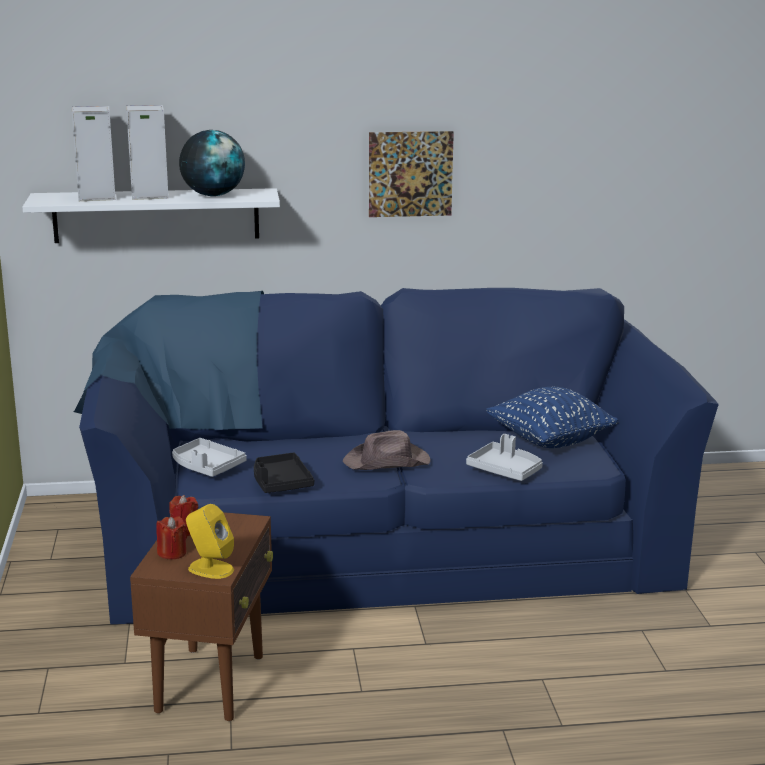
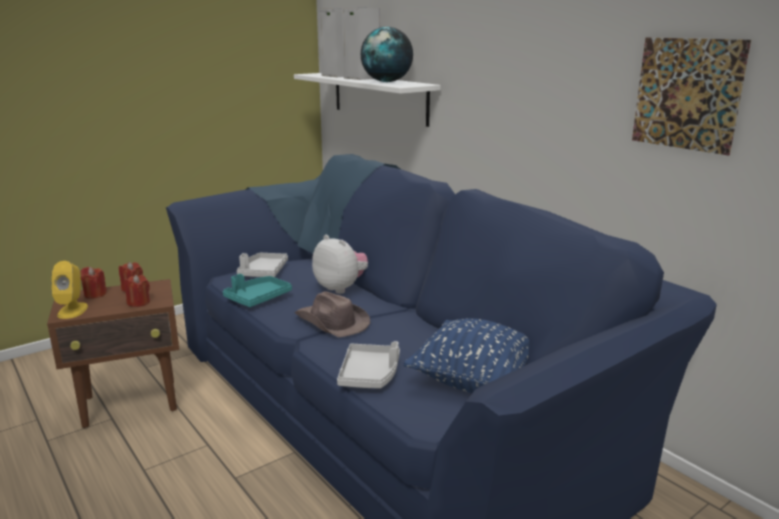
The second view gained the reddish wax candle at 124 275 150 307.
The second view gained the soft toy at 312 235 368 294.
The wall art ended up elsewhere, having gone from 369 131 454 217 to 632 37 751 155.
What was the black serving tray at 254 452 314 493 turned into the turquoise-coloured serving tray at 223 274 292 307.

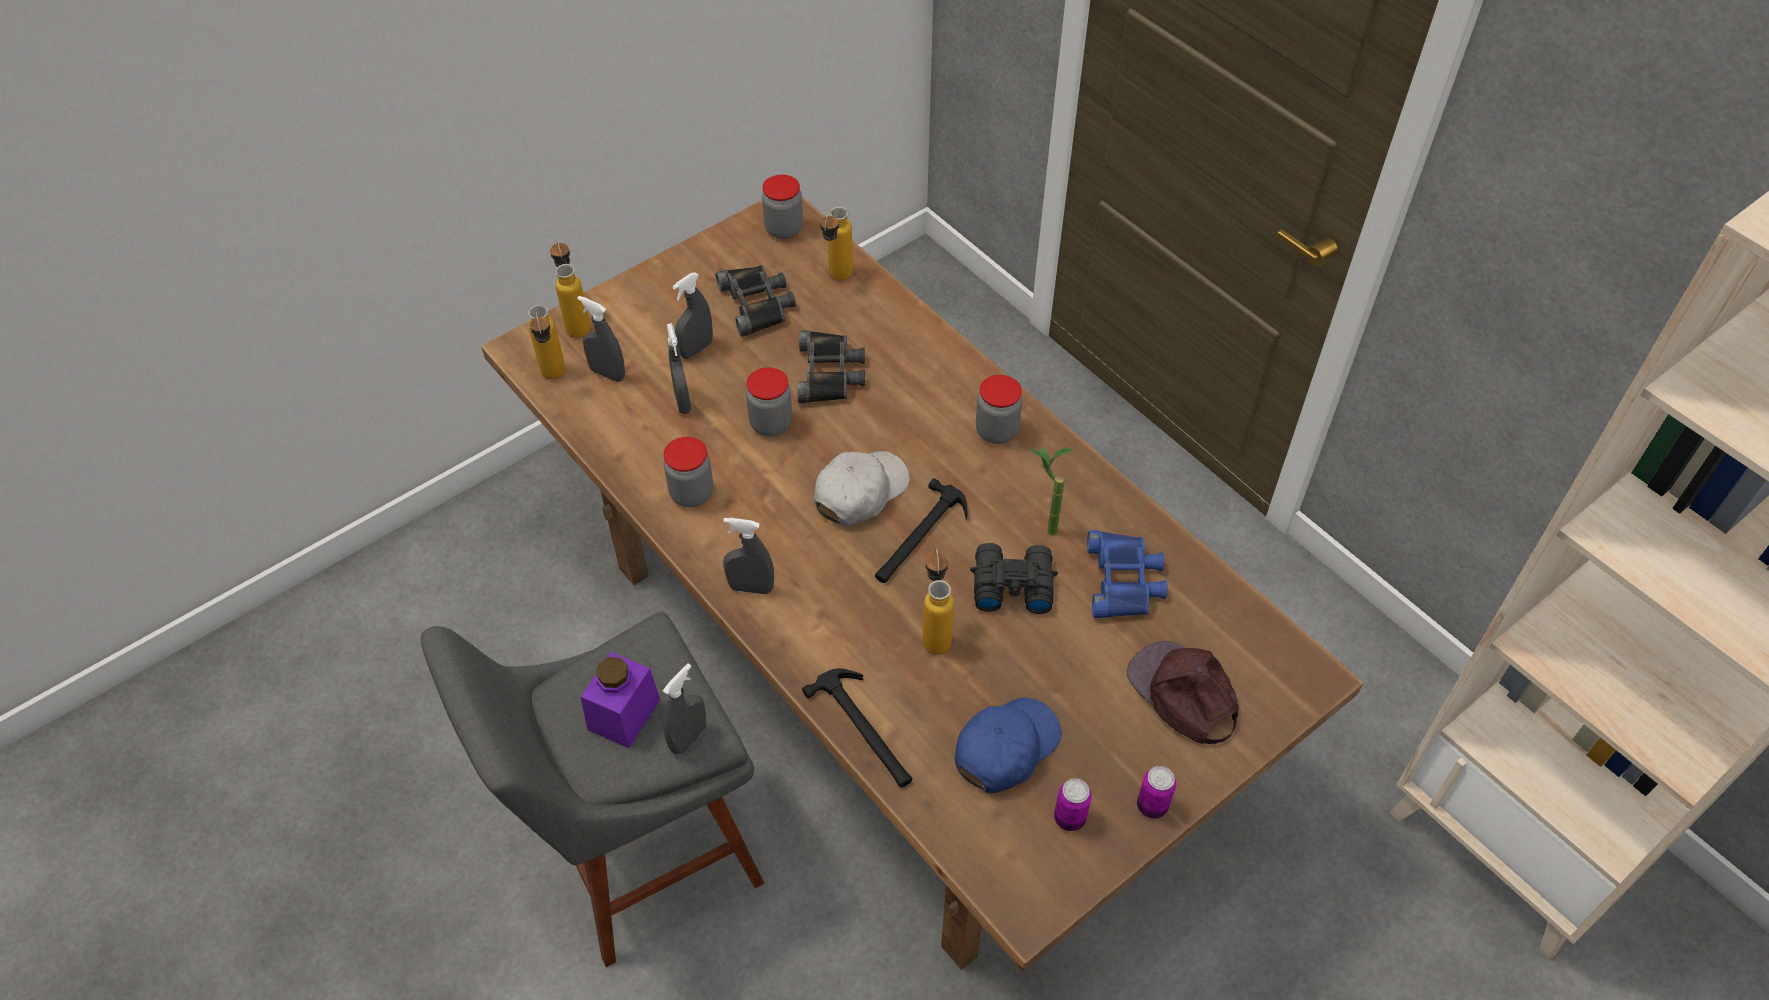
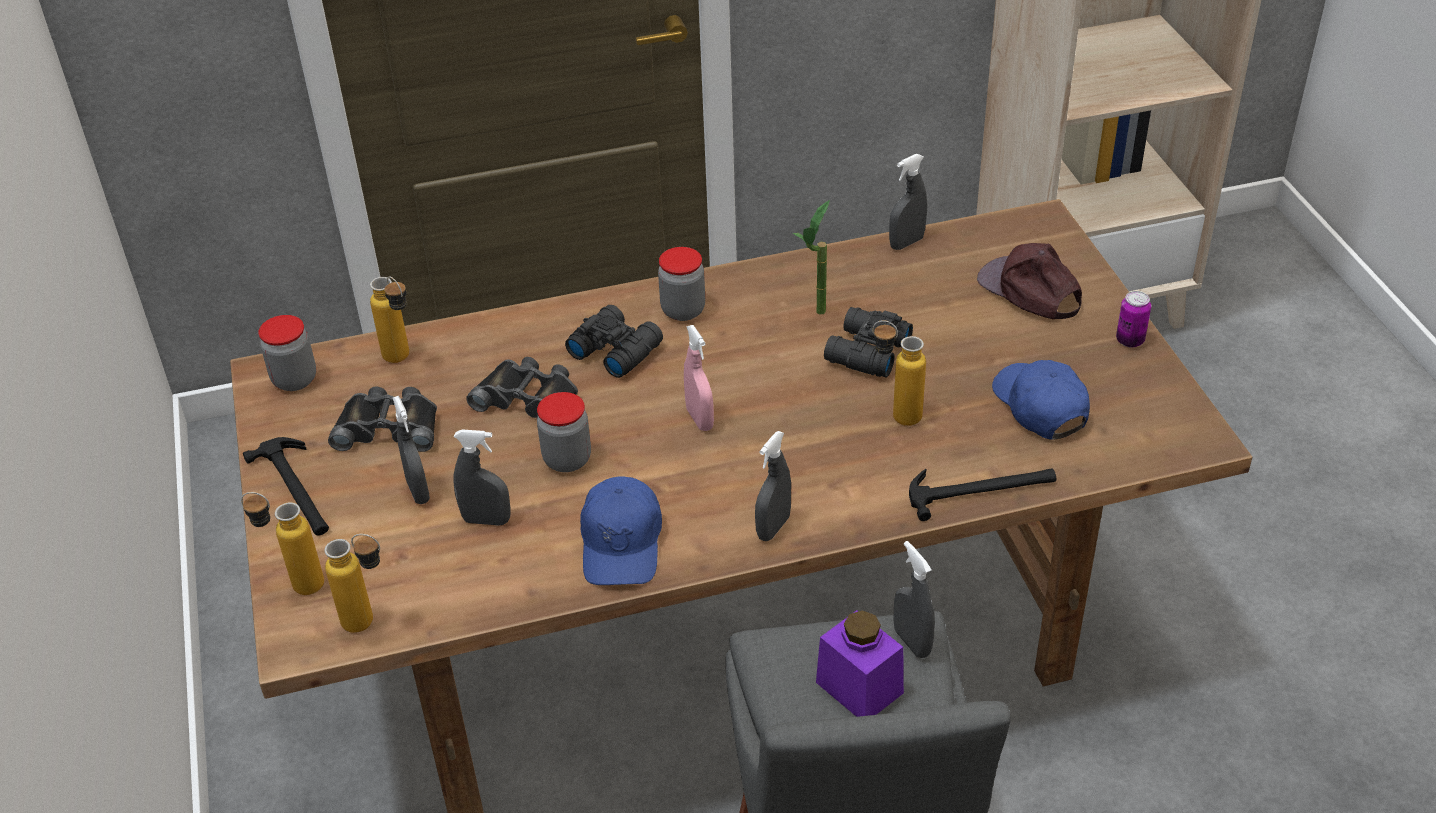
The second view lost the sealed can at 1054 778 1092 831.
The second view lost the blue-coloured binoculars at 1087 530 1168 618.
The second view gained the black binoculars at 565 305 663 378.
The gray spray bottle ended up elsewhere, having gone from 577 296 625 382 to 889 154 927 250.
The hand hammer ended up elsewhere, having gone from 875 478 967 583 to 243 437 329 535.
Where the preserve jar stood at 664 437 713 507, the blue-coloured peaked cap came to stand at 580 476 662 585.
Where the white-coloured peaked cap stood at 814 451 910 526, the pinkish spray bottle came to stand at 684 325 714 431.
The brownish peaked cap at 1127 641 1239 744 ended up facing another way, 60 degrees clockwise from before.

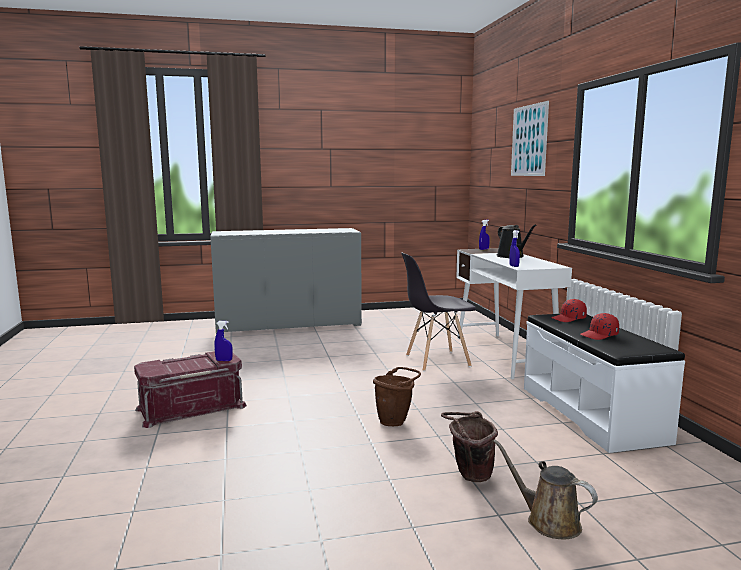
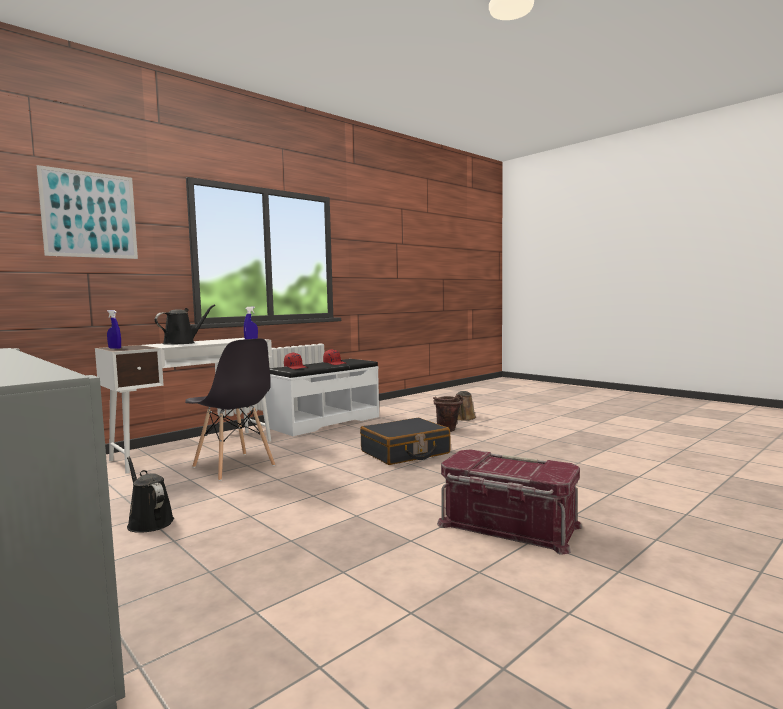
The second view lost the blue-coloured spray bottle at 214 321 233 361.
The second view gained the black watering can at 127 457 174 533.
Where the brownish pail stood at 373 367 421 426, the black piece of luggage came to stand at 360 418 451 465.

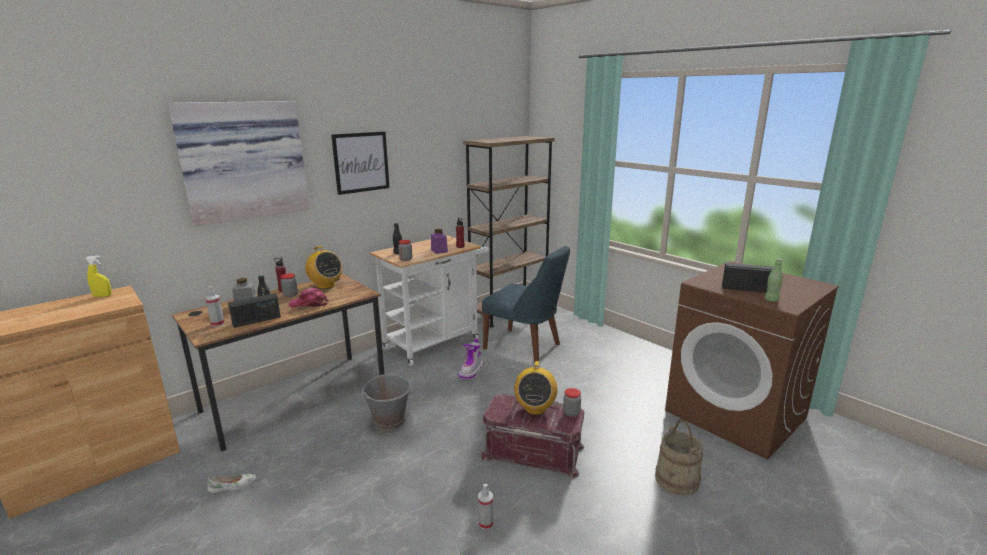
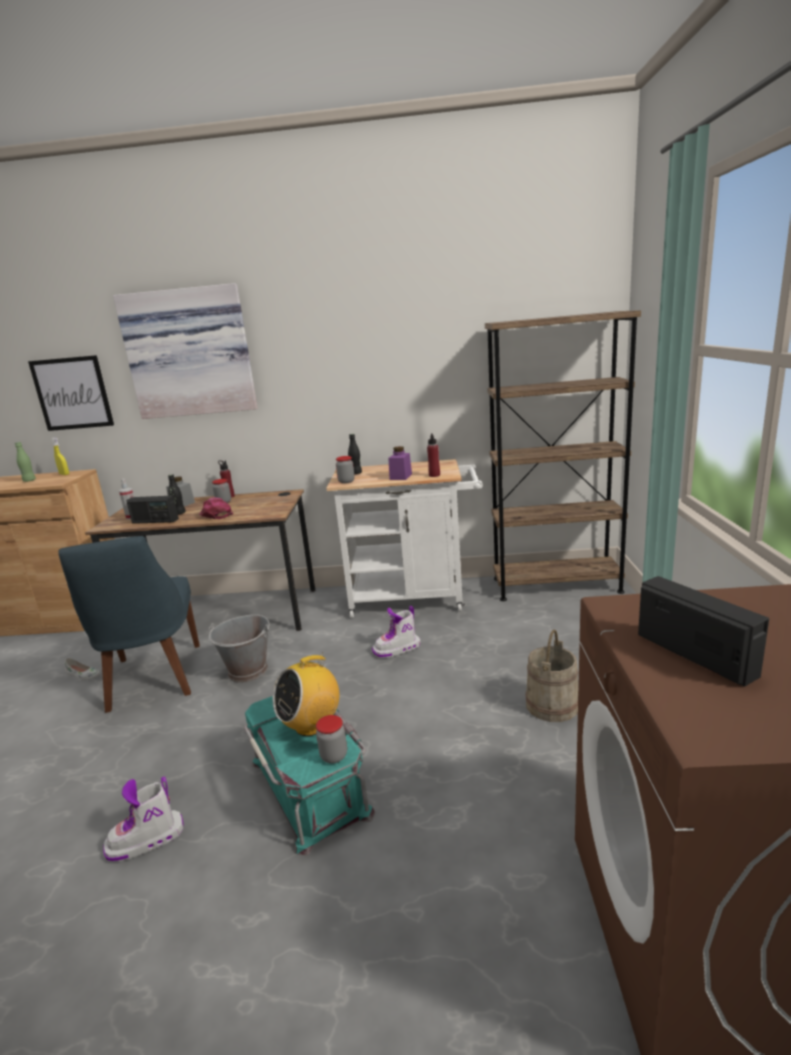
The second view lost the radio at 304 246 342 289.
The wall art ended up elsewhere, having gone from 331 132 390 195 to 28 355 114 431.
The blue-coloured upright chair ended up elsewhere, having gone from 482 246 570 364 to 58 536 200 713.
The sand-coloured pail ended up elsewhere, having gone from 655 419 703 495 to 525 629 578 722.
The green-coloured beverage bottle ended up elsewhere, having gone from 765 259 783 302 to 15 442 36 482.
Where the spray bottle stood at 478 484 493 530, the tall boot came to stand at 103 777 184 862.
What was the reddish storage box at 481 394 584 478 turned into the turquoise-coloured storage box at 244 696 375 856.

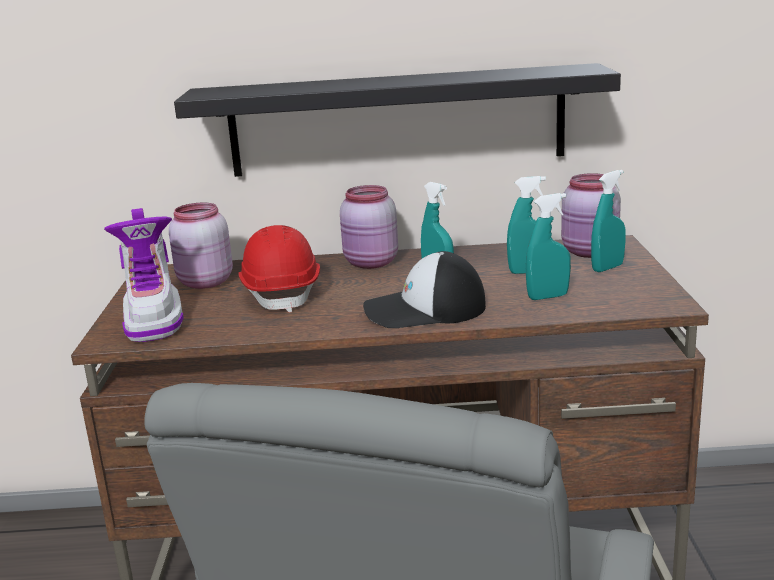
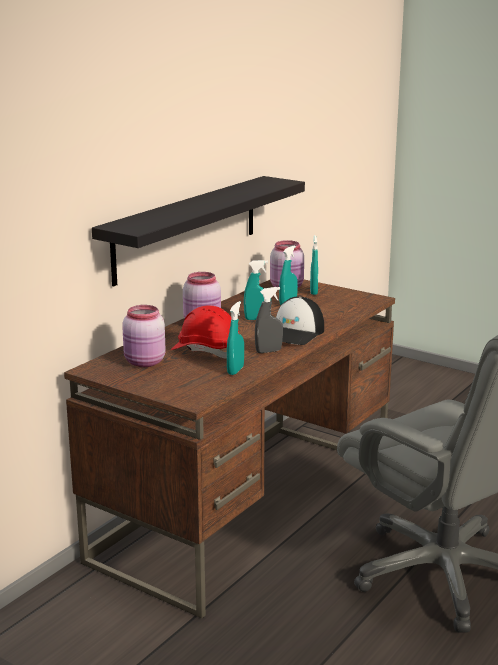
The second view lost the tall boot at 104 208 184 342.
The second view gained the gray spray bottle at 255 287 283 353.
The turquoise-coloured spray bottle ended up elsewhere, having gone from 526 193 571 300 to 227 301 244 375.

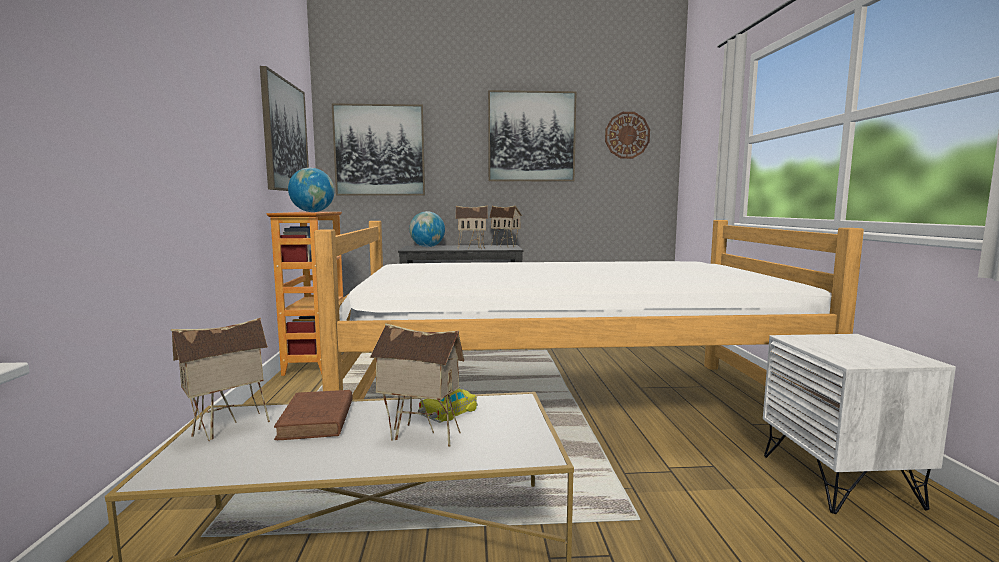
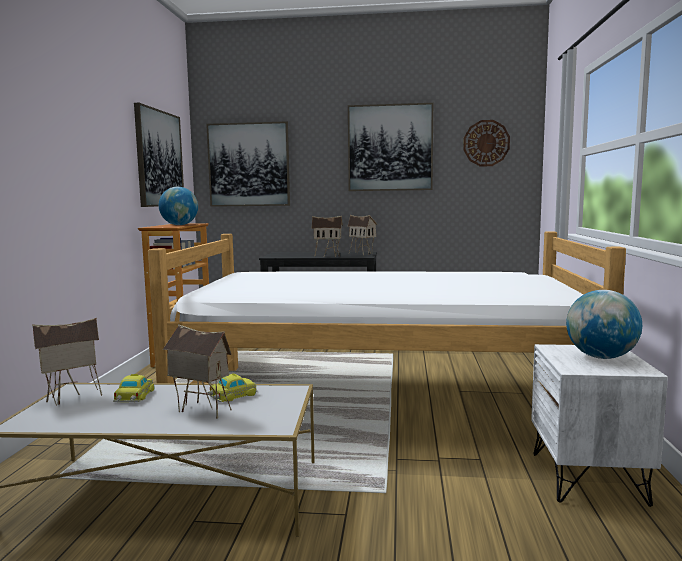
The world globe ended up elsewhere, having gone from 409 211 445 247 to 566 290 642 359.
Where the brownish bound book stood at 274 390 353 440, the miniature car came to stand at 113 374 154 402.

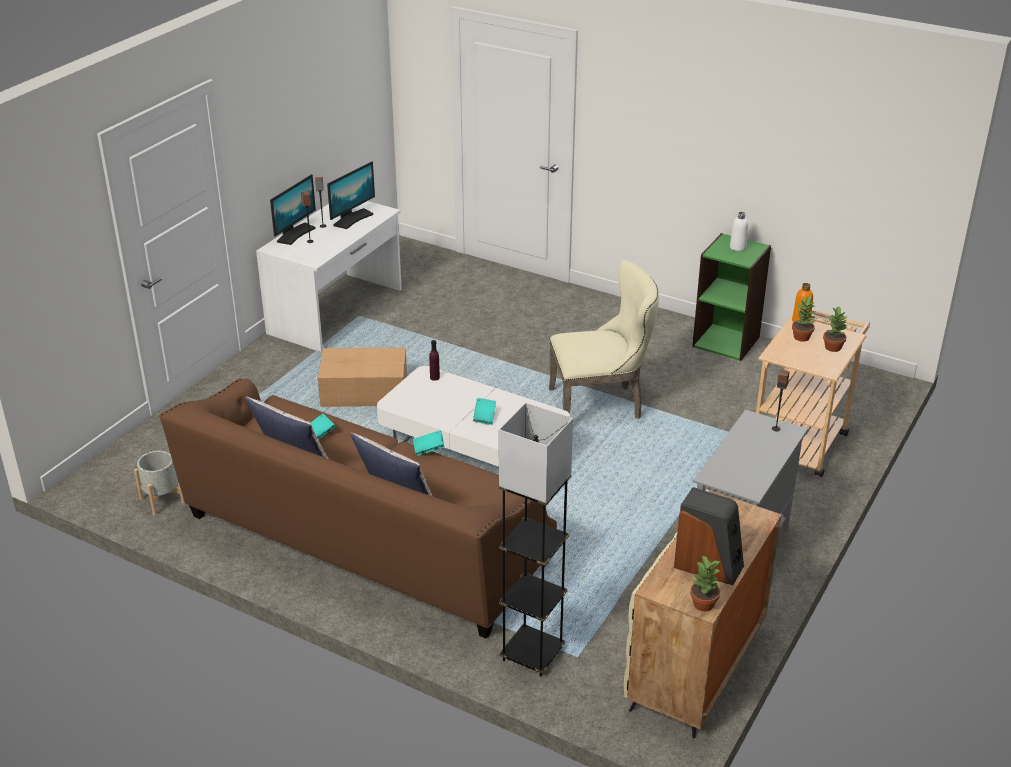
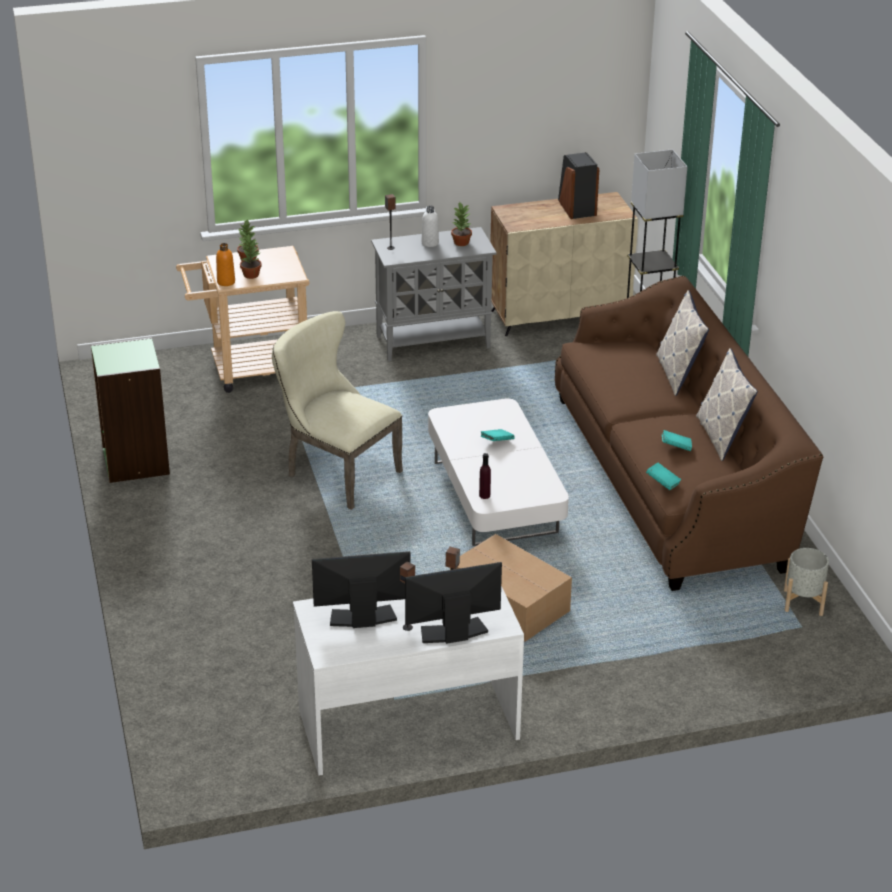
The turquoise-coloured bound book ended up elsewhere, having gone from 413 430 445 456 to 646 463 681 490.
The plant in a pot ended up elsewhere, having gone from 690 556 720 611 to 451 202 472 246.
The white-coloured beverage bottle ended up elsewhere, having gone from 730 212 748 251 to 421 205 439 247.

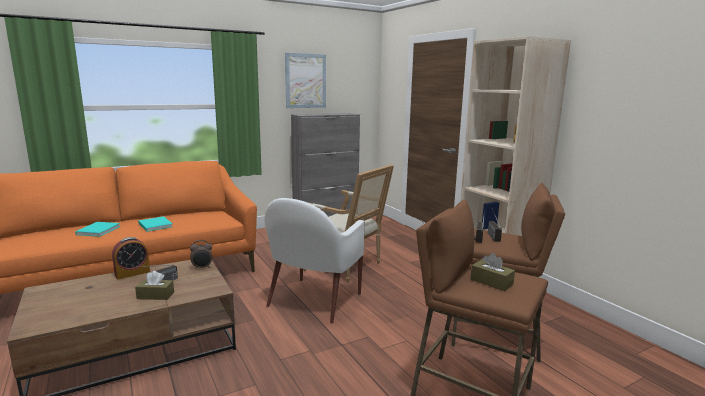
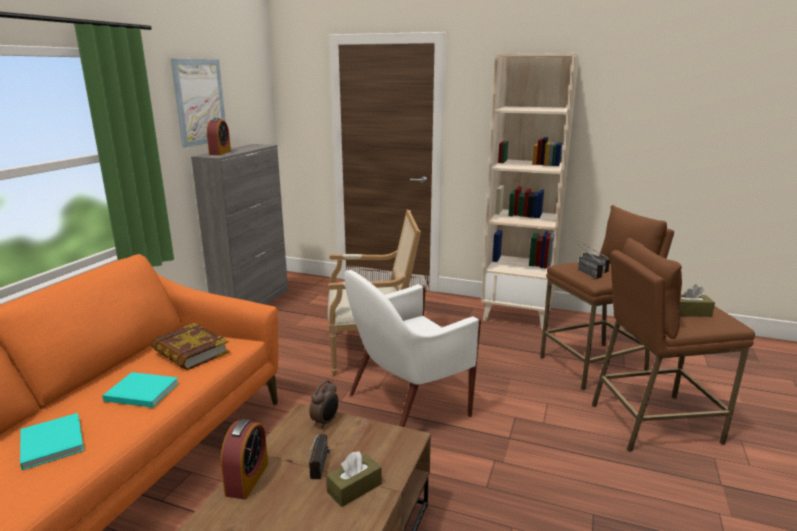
The second view gained the bound book at 151 323 229 370.
The second view gained the alarm clock at 207 118 231 155.
The white-coloured easy chair at 264 198 365 324 ended up facing another way, 75 degrees clockwise from before.

